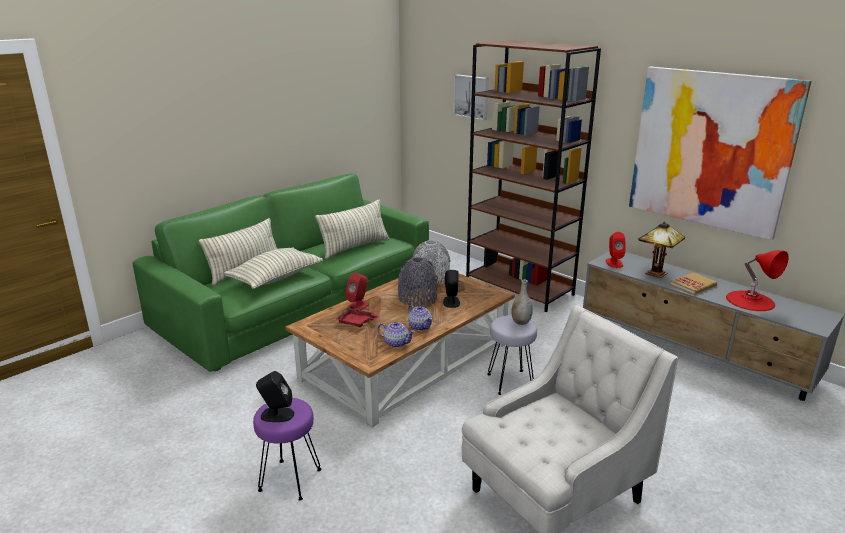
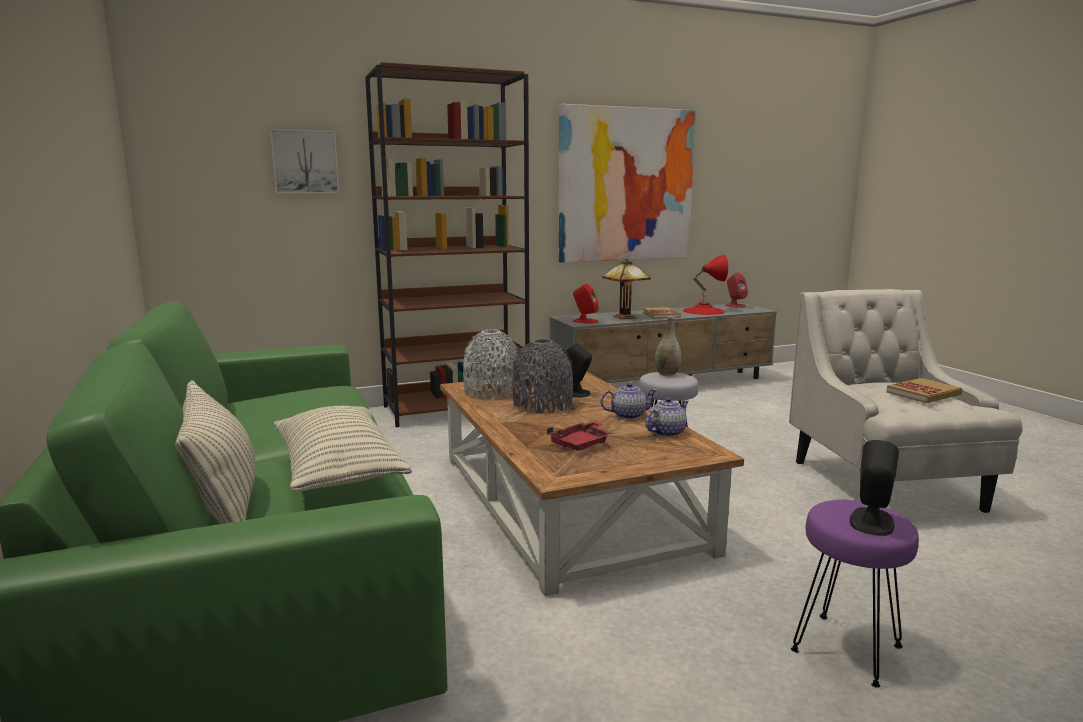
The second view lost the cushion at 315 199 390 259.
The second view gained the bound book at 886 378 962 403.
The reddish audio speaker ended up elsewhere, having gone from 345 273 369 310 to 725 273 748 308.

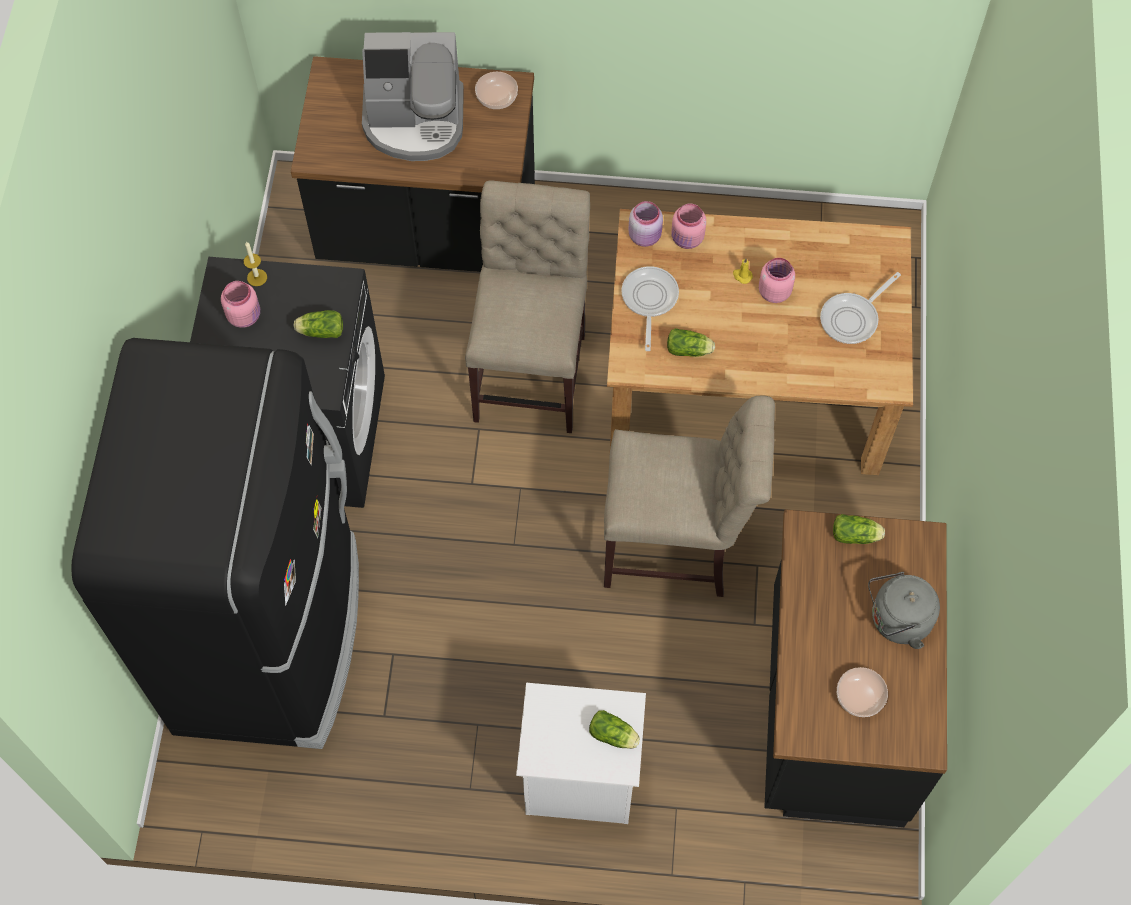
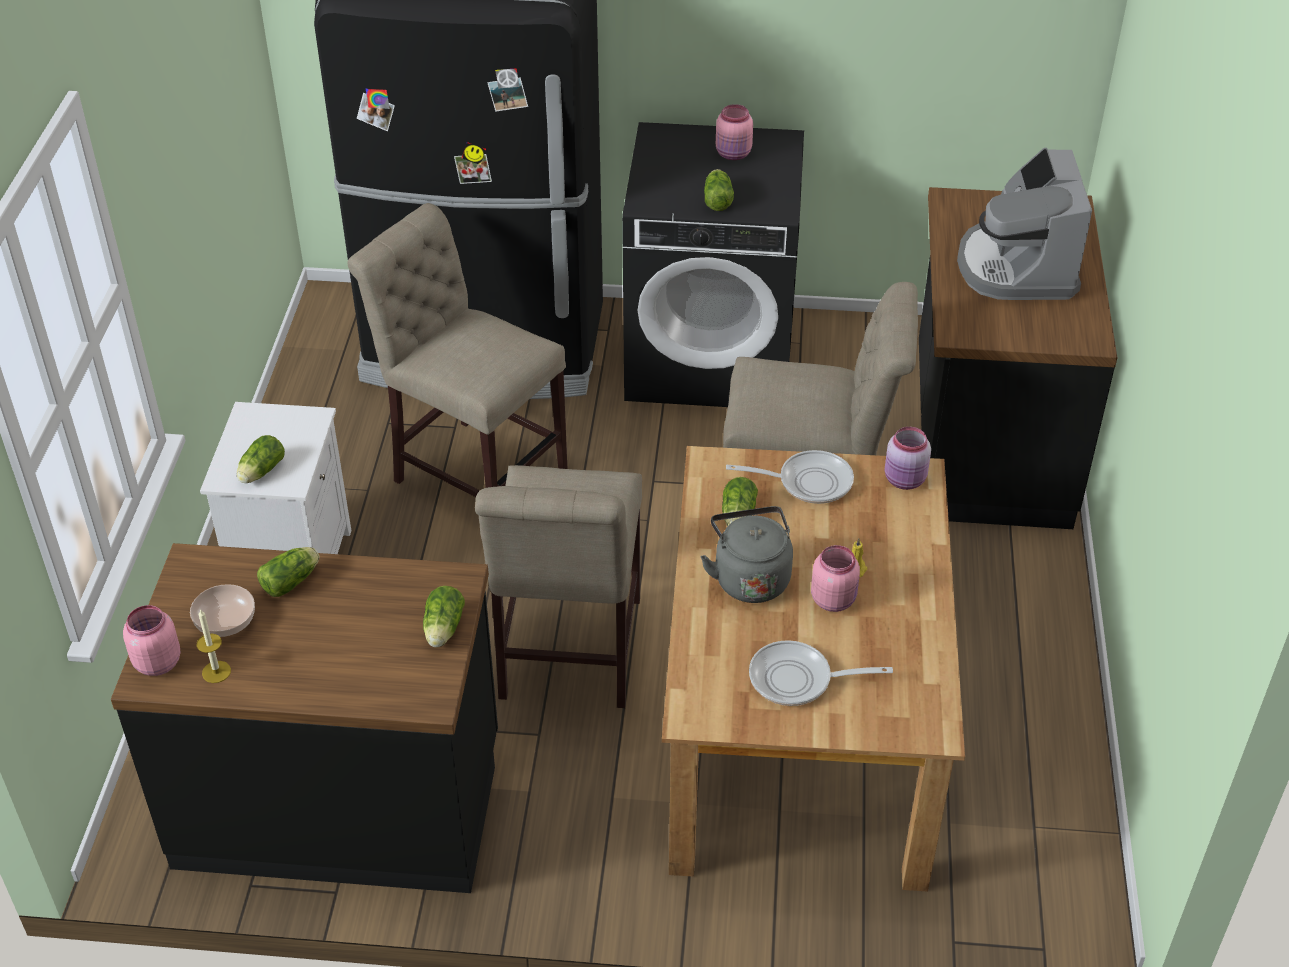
The second view lost the deep dish at 475 72 518 109.
The second view gained the head of lettuce at 257 547 319 597.
The second view gained the sand-coloured upright chair at 347 203 567 497.
The wax candle ended up elsewhere, having gone from 244 241 267 286 to 196 609 231 683.
The pinkish preserve jar ended up elsewhere, having gone from 671 203 706 249 to 123 605 181 676.
The gray kettle ended up elsewhere, having gone from 868 572 940 649 to 701 506 793 603.
The frying pan at 820 272 901 344 ended up facing another way, 45 degrees counterclockwise from before.

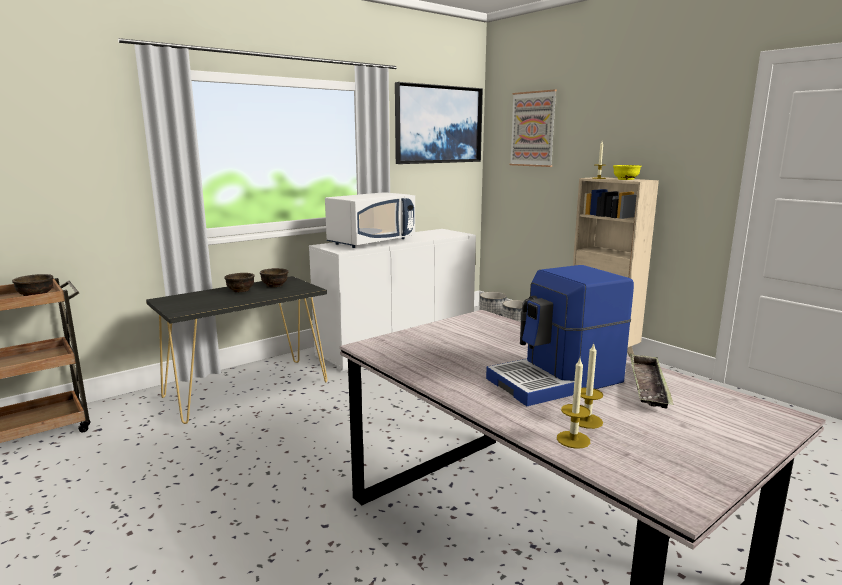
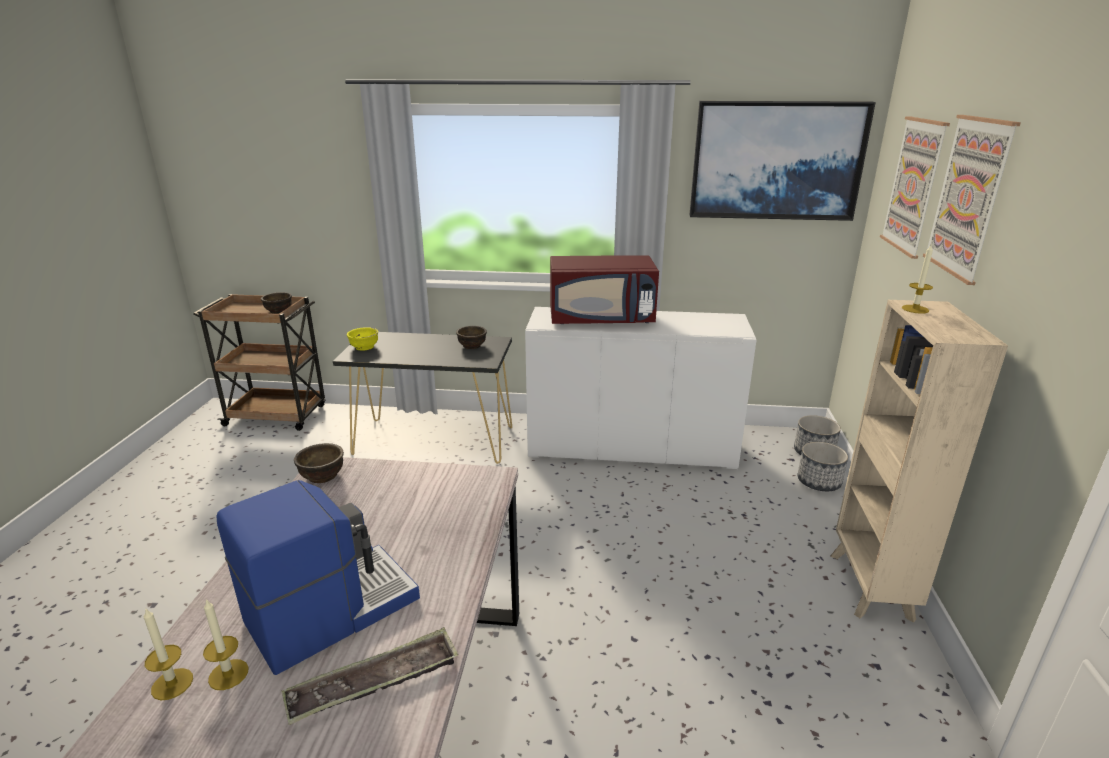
The second view gained the wall art at 923 115 1021 285.
The brownish deep dish ended up elsewhere, having gone from 224 273 255 292 to 294 443 344 483.
The yellowish deep dish ended up elsewhere, having gone from 613 165 641 180 to 347 327 378 350.
What was the white-coloured kitchen microwave at 325 192 415 248 turned into the reddish kitchen microwave at 550 255 659 324.
The coffee maker at 486 265 634 406 ended up facing another way, 120 degrees clockwise from before.

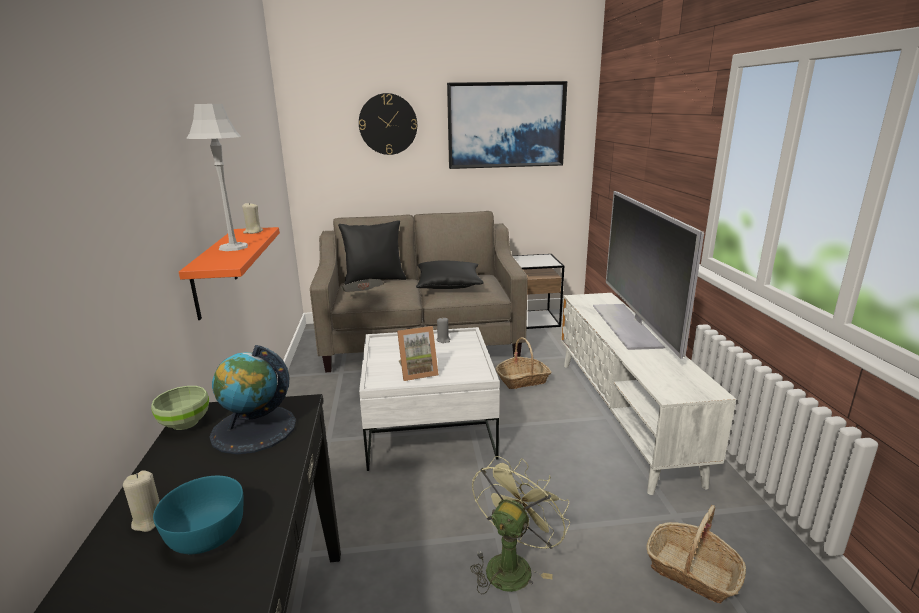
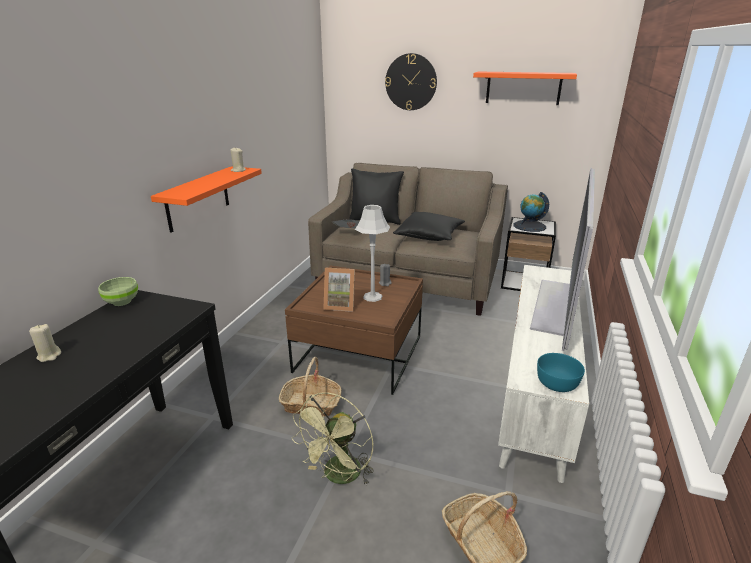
The turquoise-coloured deep dish ended up elsewhere, having gone from 153 476 244 554 to 537 353 585 392.
The gray tabletop lamp ended up elsewhere, having gone from 186 104 248 251 to 355 205 390 302.
The world globe ended up elsewhere, having gone from 209 345 296 455 to 513 192 549 232.
The basket ended up elsewhere, having gone from 496 337 551 389 to 279 357 341 417.
Where the wall art hung at 447 81 567 169, the orange wall shelf came to hang at 473 72 577 105.
What was the white-coloured lounge table at 359 327 500 471 turned into the brownish lounge table at 285 265 423 395.
The green-coloured electric fan at 470 456 570 594 ended up facing another way, 150 degrees clockwise from before.

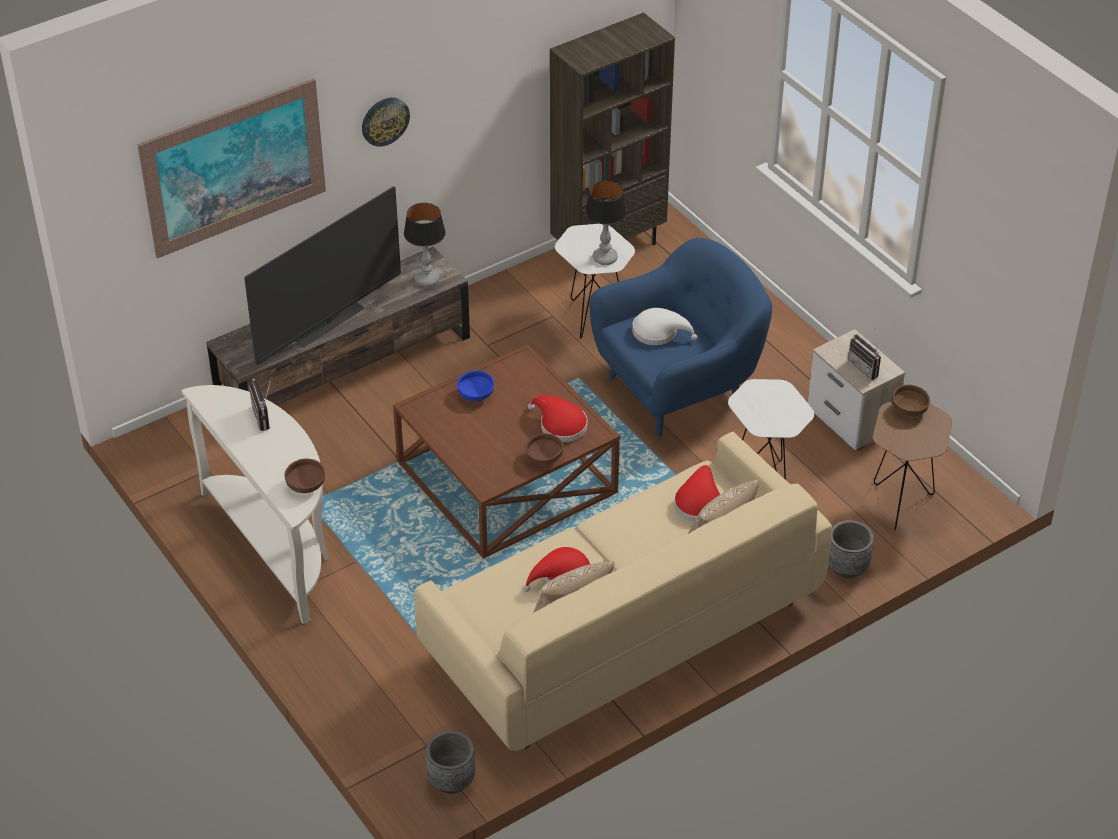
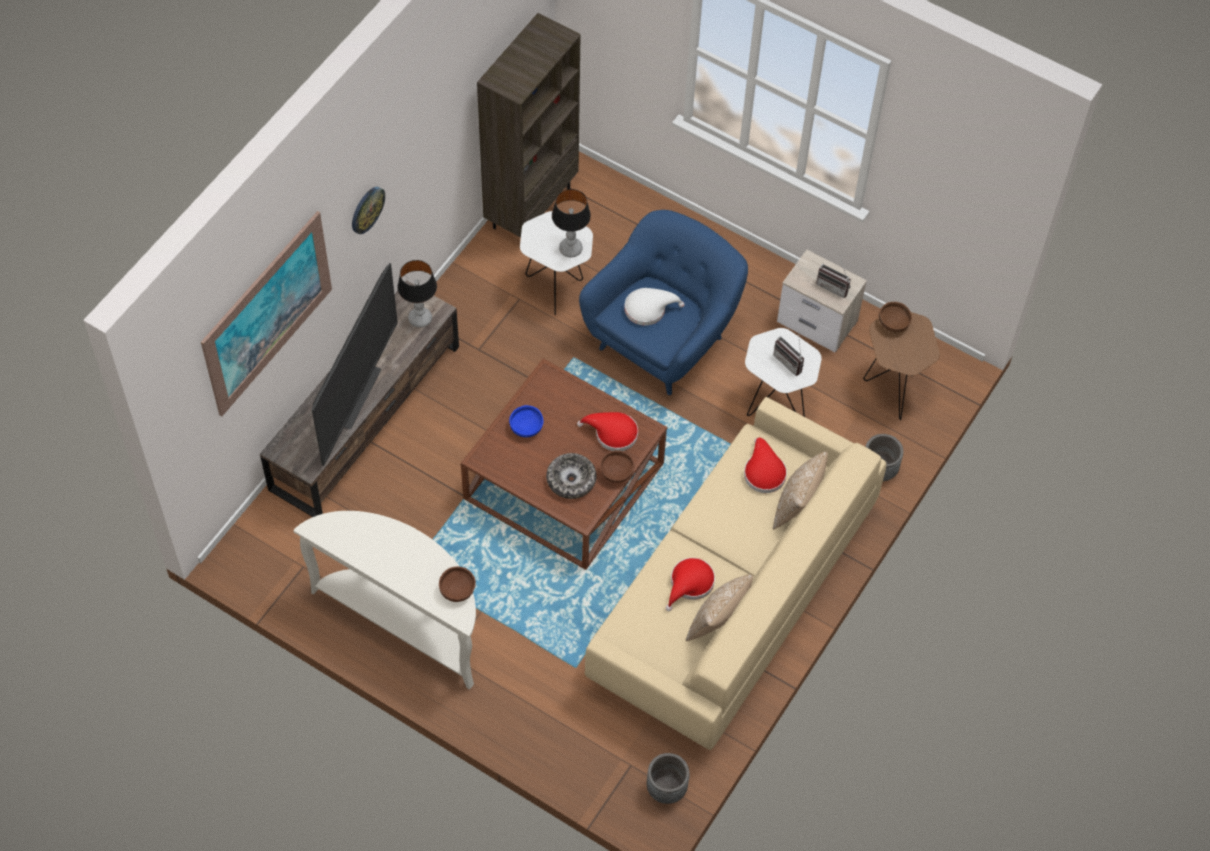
The second view gained the deep dish at 546 453 596 499.
The radio ended up elsewhere, having gone from 249 379 271 431 to 773 332 804 376.

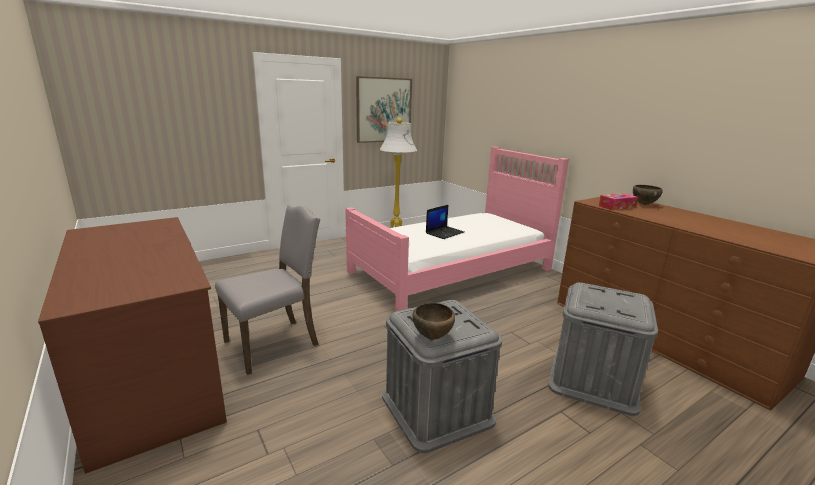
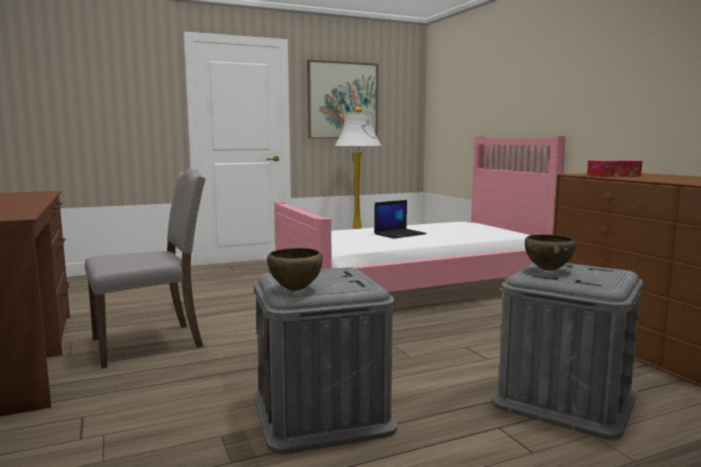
The brownish deep dish ended up elsewhere, having gone from 633 185 663 205 to 525 234 576 271.

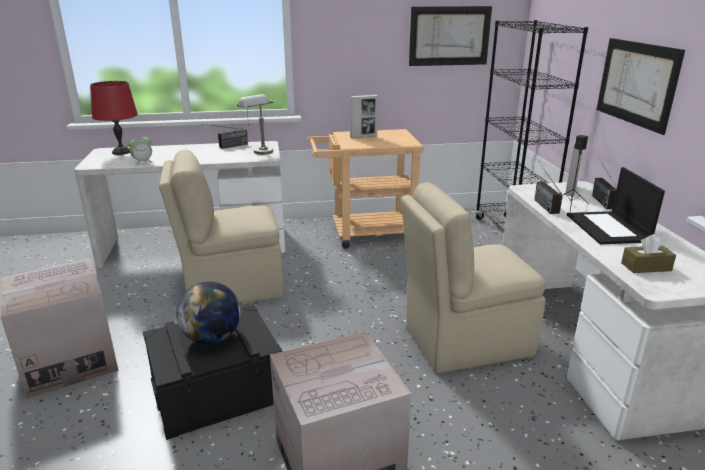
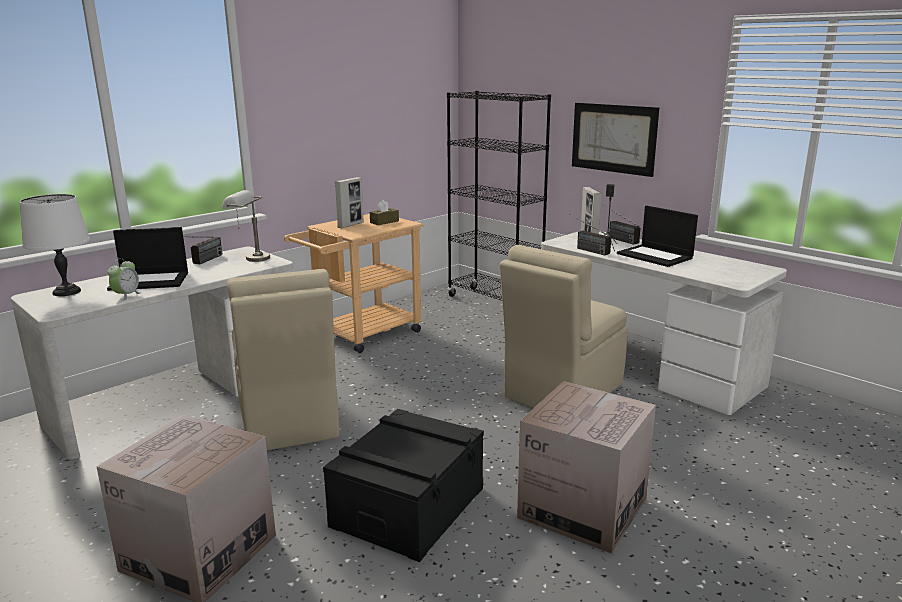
The second view lost the world globe at 176 281 241 344.
The second view lost the wall art at 409 6 492 66.
The second view gained the laptop at 107 227 188 291.
The brownish box of tissues ended up elsewhere, having gone from 621 234 676 273 to 370 200 399 225.
What was the reddish tabletop lamp at 90 81 138 155 turned into the white-coloured tabletop lamp at 20 194 90 296.
The sand-coloured upright chair at 159 150 283 303 ended up facing another way, 60 degrees counterclockwise from before.

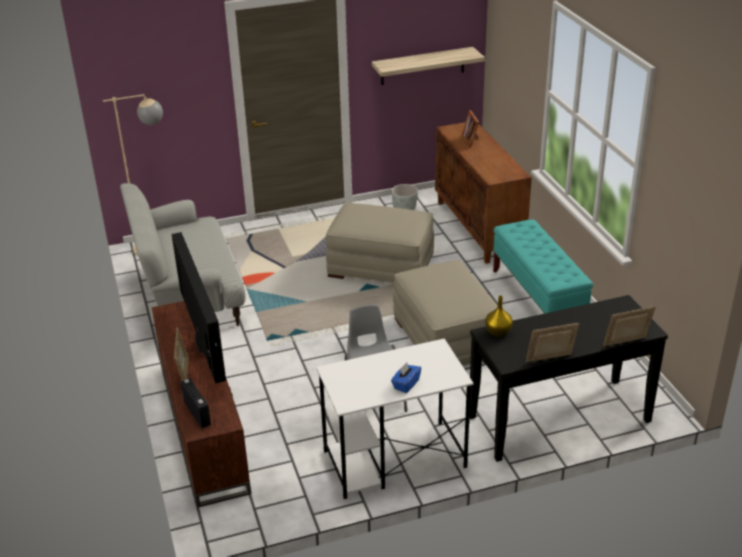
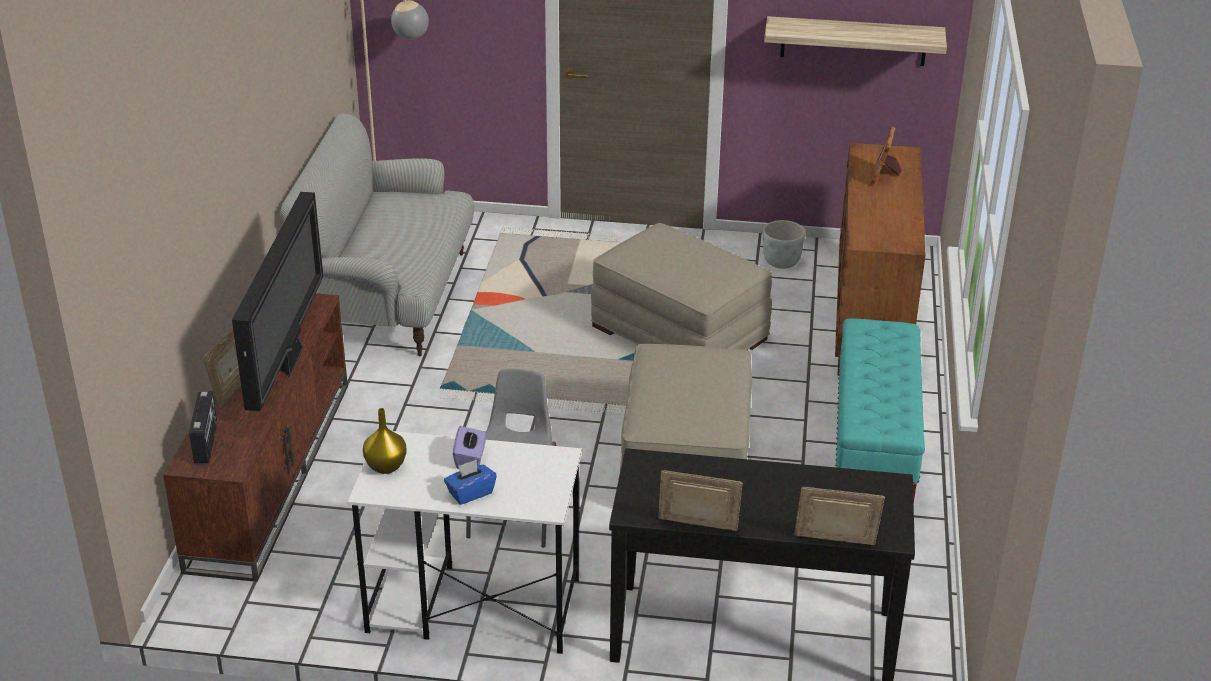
The second view gained the purplish box of tissues at 453 426 486 469.
The yellowish decorative vase ended up elsewhere, having gone from 485 295 513 337 to 363 408 407 474.

